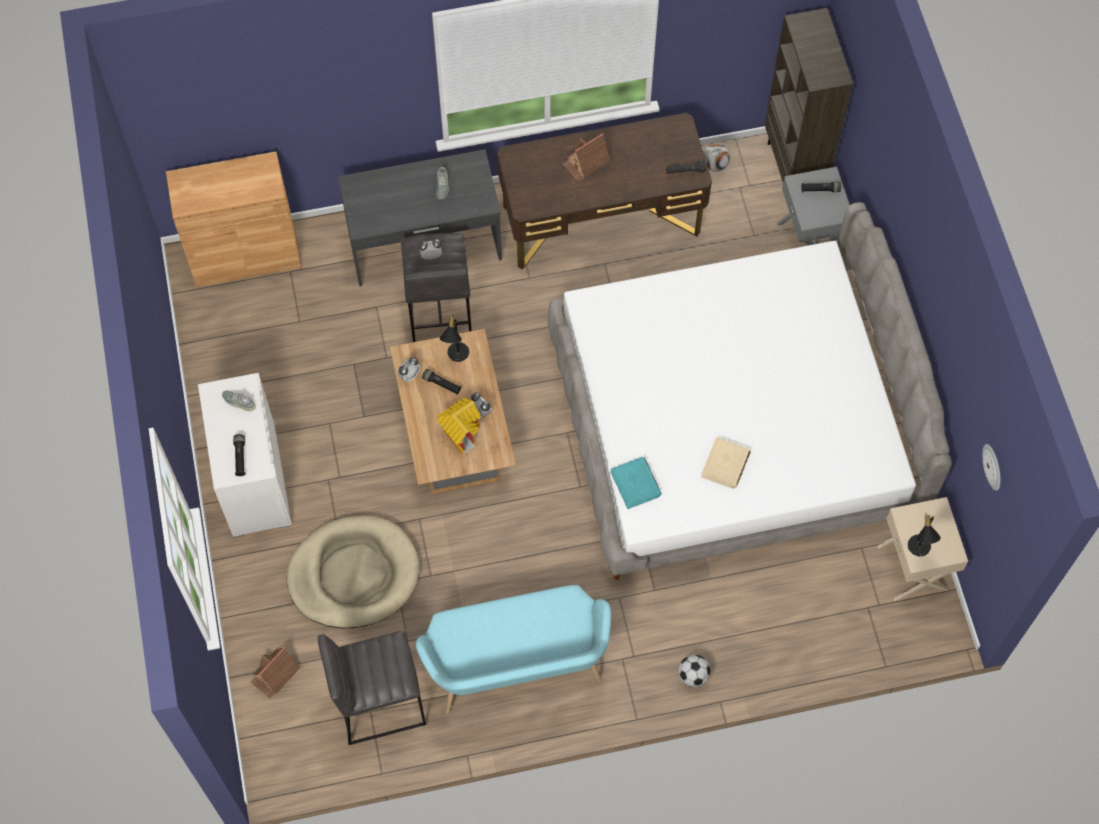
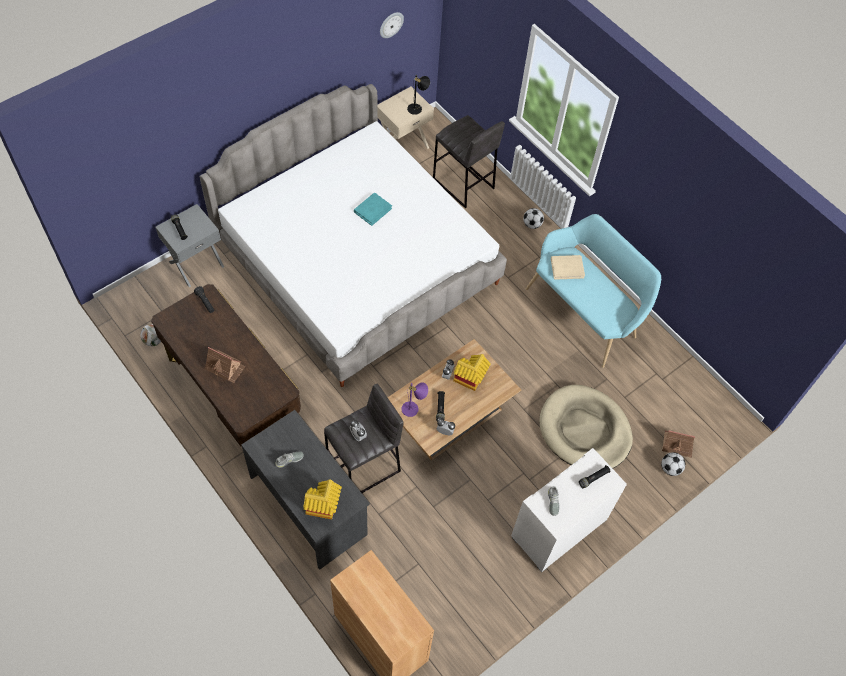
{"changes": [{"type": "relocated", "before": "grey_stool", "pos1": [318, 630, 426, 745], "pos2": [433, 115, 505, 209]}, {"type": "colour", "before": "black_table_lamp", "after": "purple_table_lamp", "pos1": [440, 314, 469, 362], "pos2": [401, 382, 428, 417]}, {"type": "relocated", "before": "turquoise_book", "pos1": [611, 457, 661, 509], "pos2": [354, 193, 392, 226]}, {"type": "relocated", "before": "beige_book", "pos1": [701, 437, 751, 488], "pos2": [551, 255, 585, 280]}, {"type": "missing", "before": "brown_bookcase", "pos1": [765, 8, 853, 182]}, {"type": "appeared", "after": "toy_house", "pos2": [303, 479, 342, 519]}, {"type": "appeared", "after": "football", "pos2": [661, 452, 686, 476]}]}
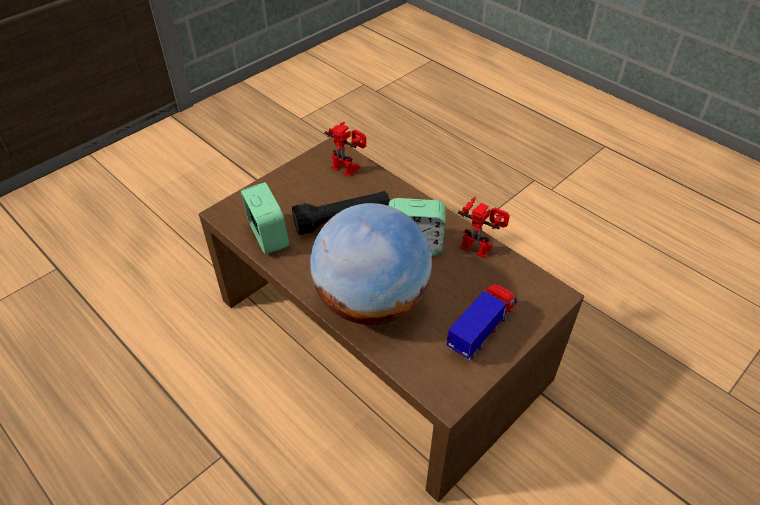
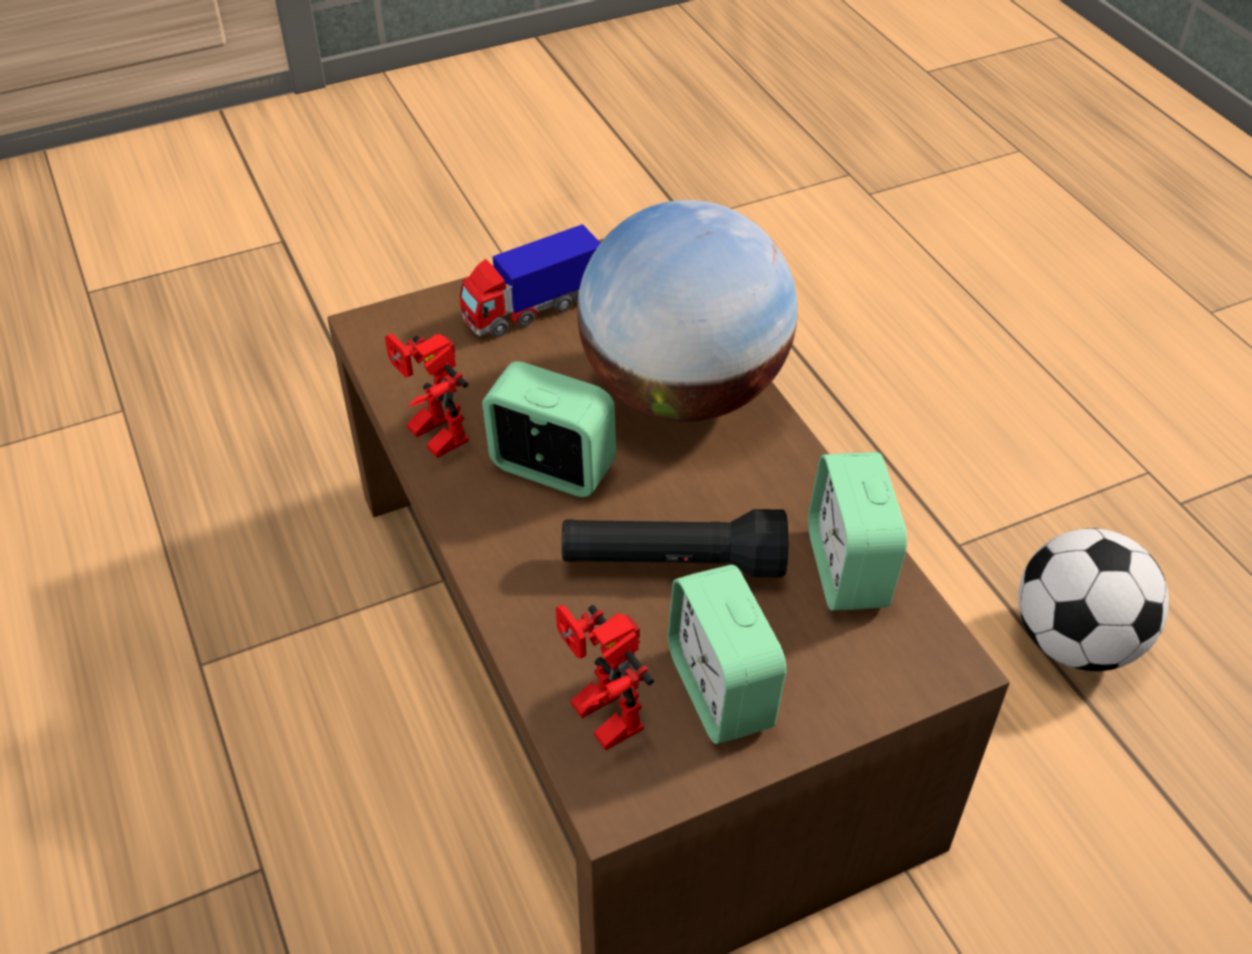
{"changes": [{"type": "appeared", "after": "alarm_clock", "pos2": [668, 565, 786, 744]}, {"type": "appeared", "after": "football", "pos2": [1018, 528, 1169, 671]}]}
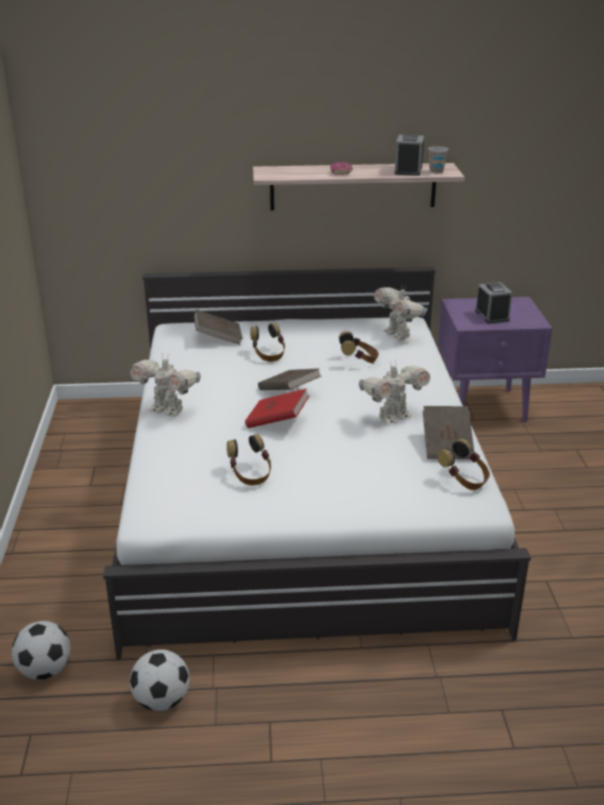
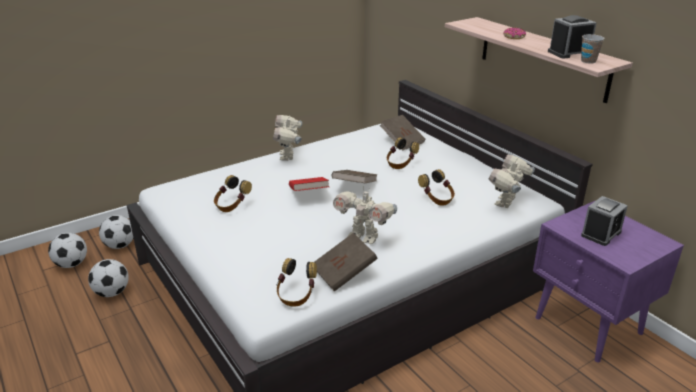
{"changes": [{"type": "appeared", "after": "football", "pos2": [48, 233, 87, 268]}]}
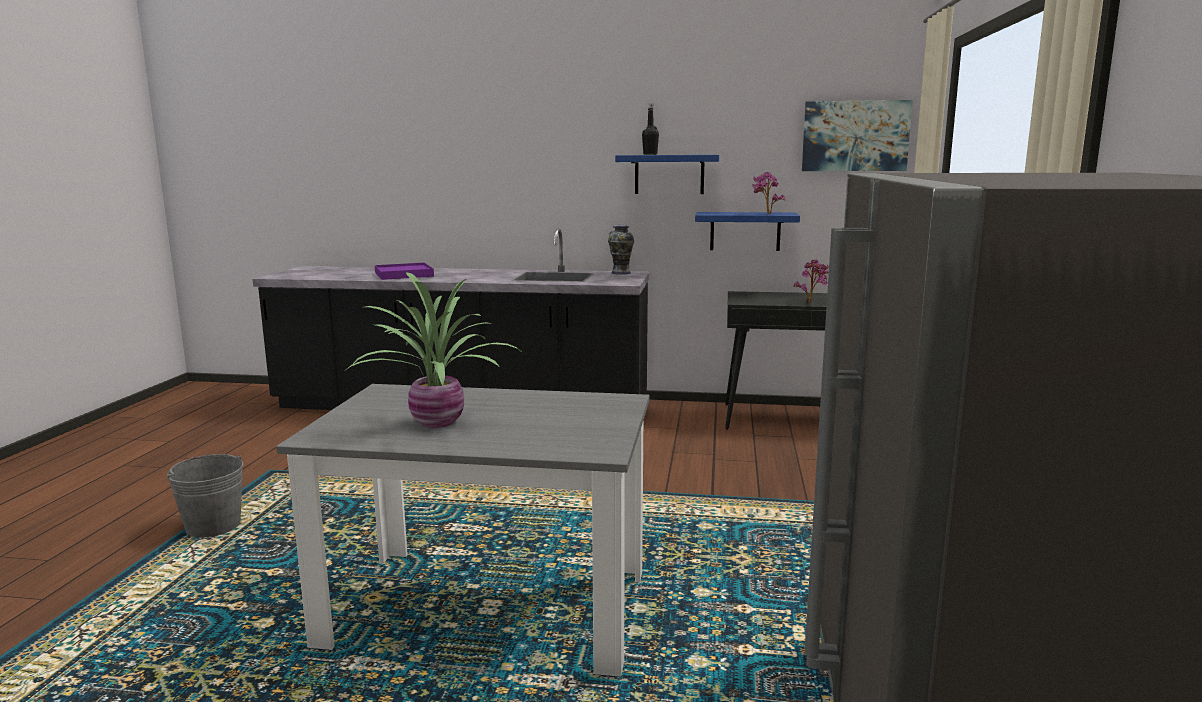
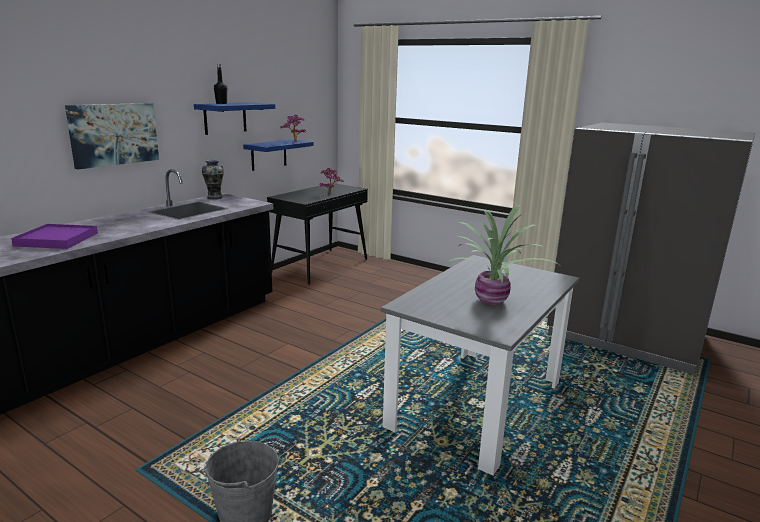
{"changes": [{"type": "relocated", "before": "picture", "pos1": [802, 100, 913, 171], "pos2": [65, 103, 159, 170]}]}
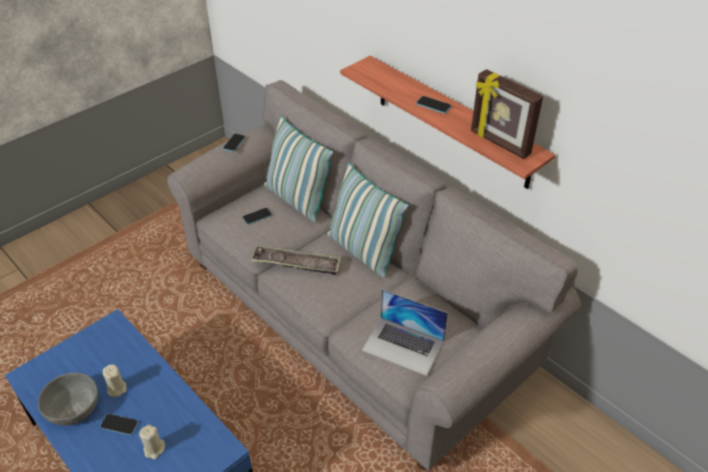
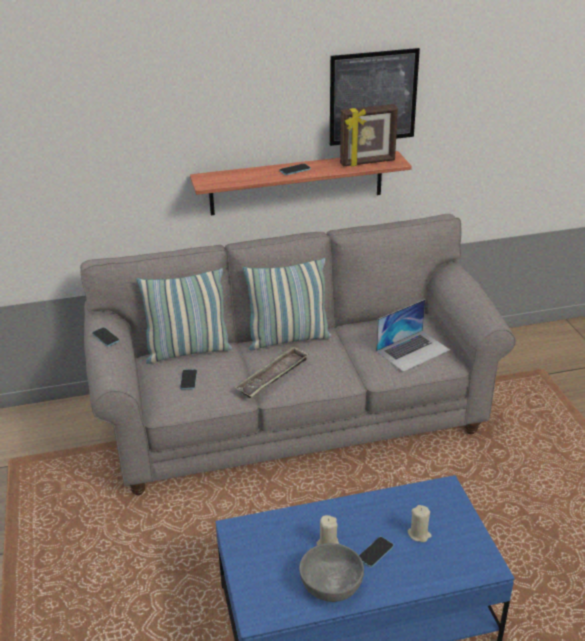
{"changes": [{"type": "appeared", "after": "picture", "pos2": [330, 48, 420, 146]}]}
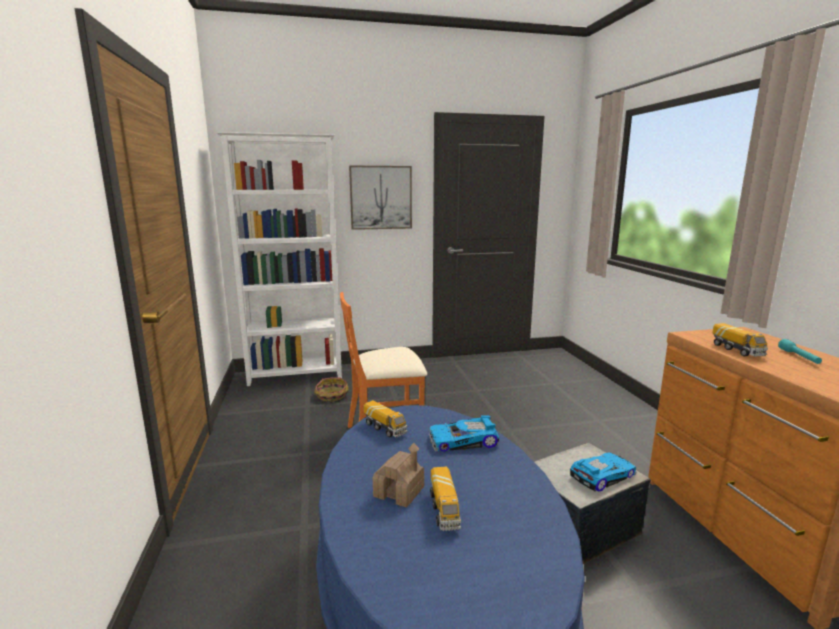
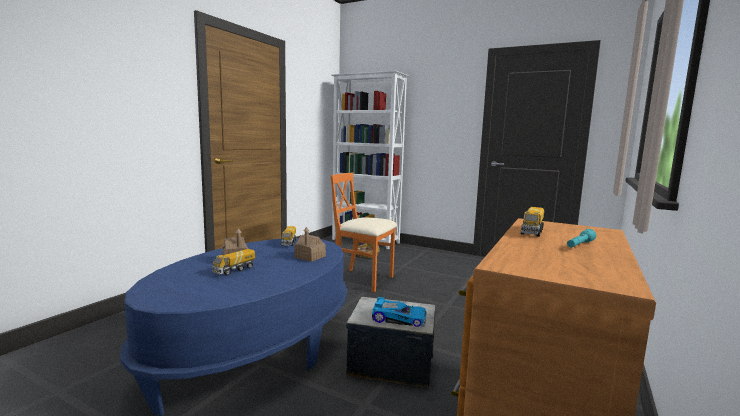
{"changes": [{"type": "missing", "before": "picture", "pos1": [349, 166, 412, 230]}, {"type": "exchanged", "before": "toy_car", "after": "toy_house", "pos1": [429, 415, 499, 452], "pos2": [294, 227, 326, 262]}]}
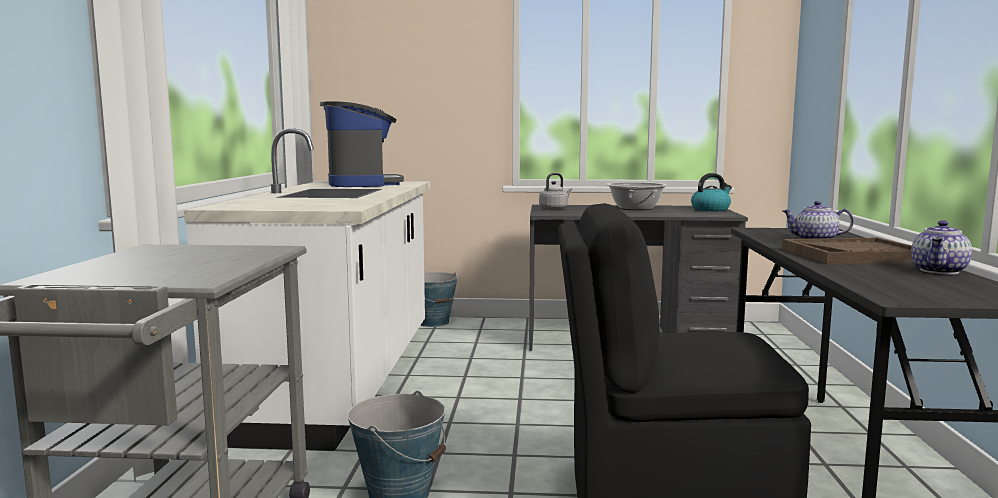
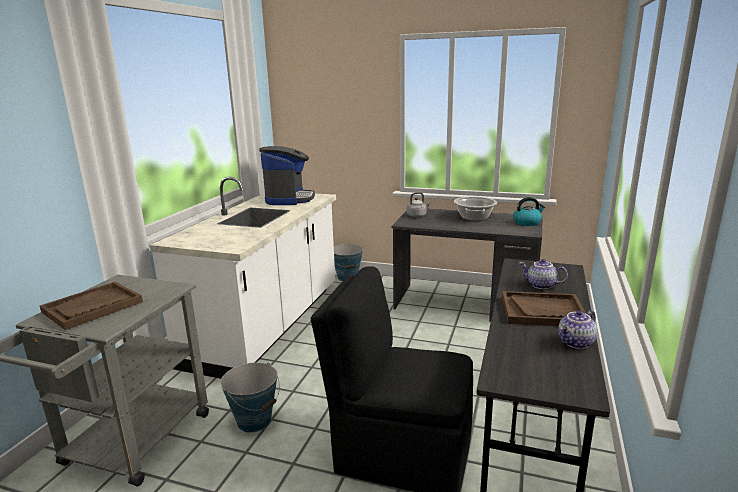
{"changes": [{"type": "appeared", "after": "brown_tray", "pos2": [40, 282, 143, 330]}]}
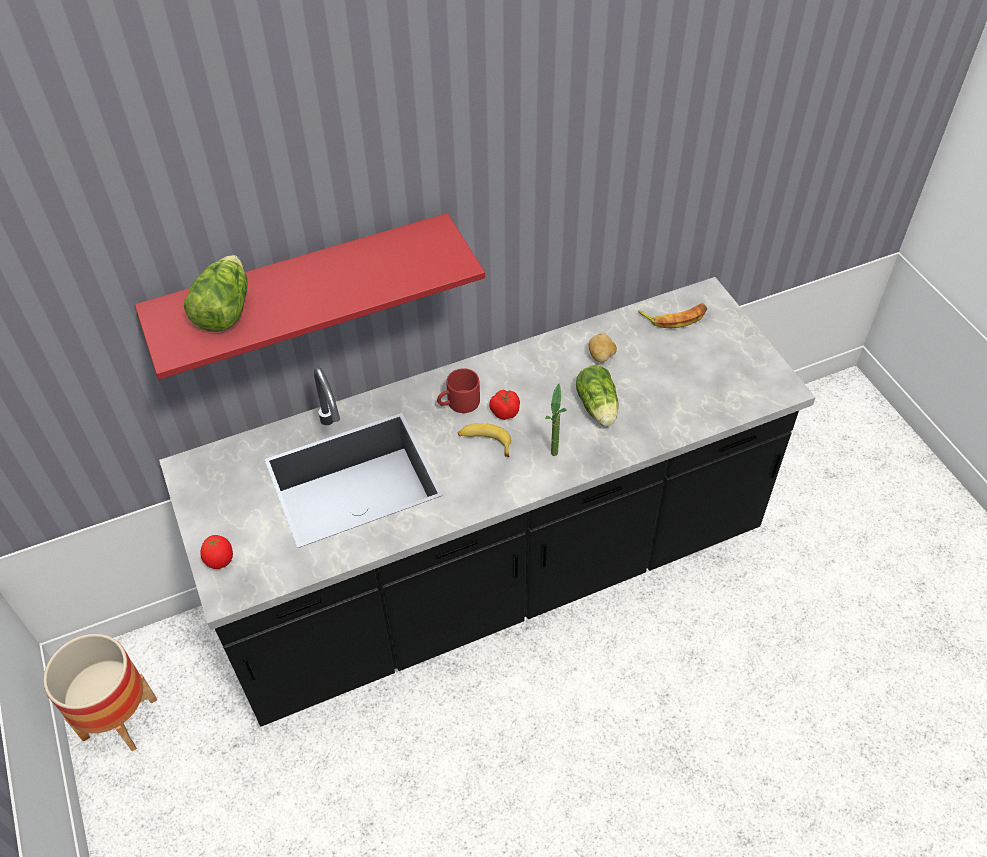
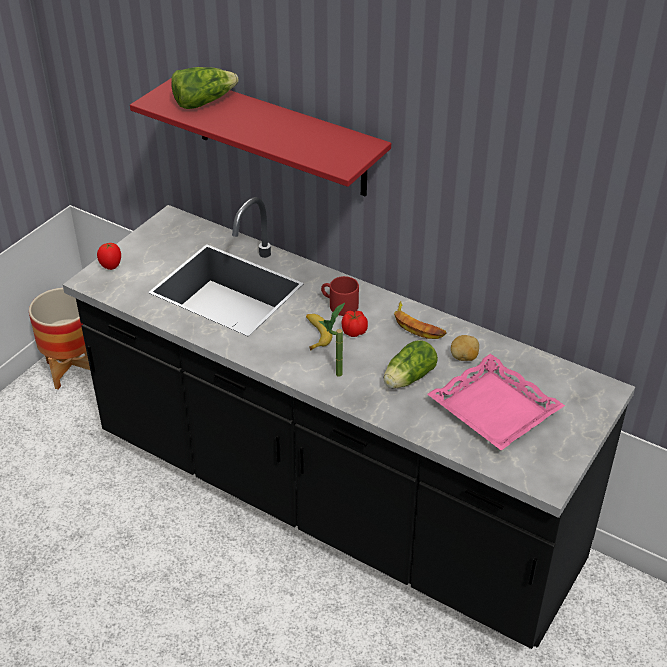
{"changes": [{"type": "relocated", "before": "banana", "pos1": [638, 303, 707, 328], "pos2": [394, 301, 446, 339]}, {"type": "appeared", "after": "pink_tray", "pos2": [427, 354, 565, 450]}]}
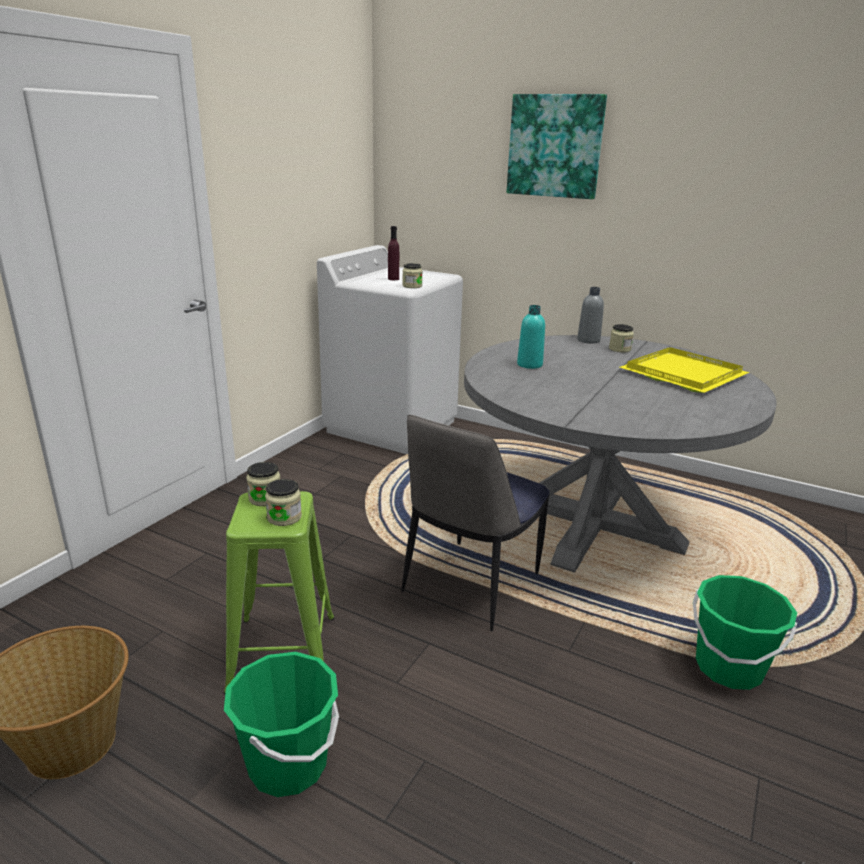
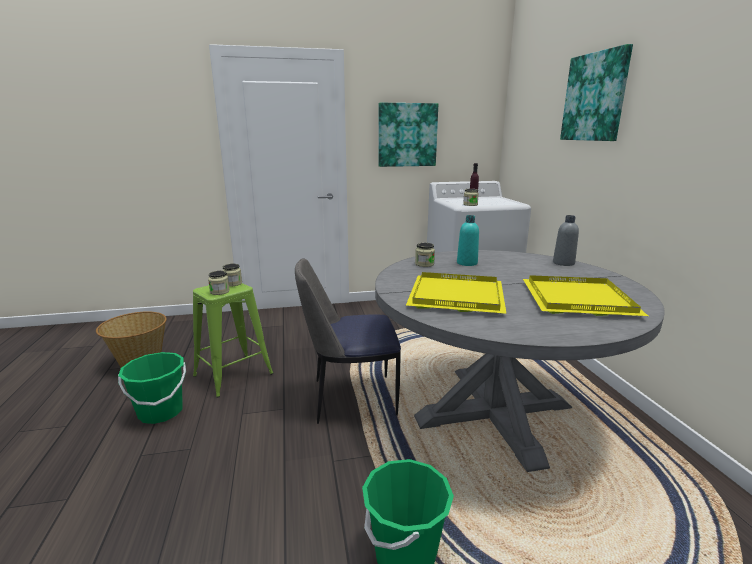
{"changes": [{"type": "relocated", "before": "jar", "pos1": [609, 324, 634, 352], "pos2": [415, 243, 435, 267]}, {"type": "appeared", "after": "picture", "pos2": [378, 103, 438, 167]}, {"type": "appeared", "after": "yellow_tray", "pos2": [406, 272, 507, 314]}]}
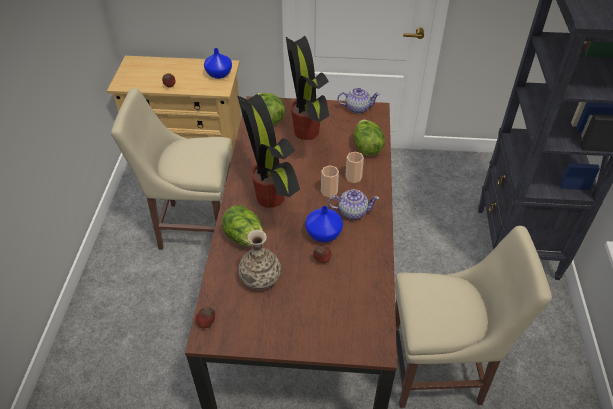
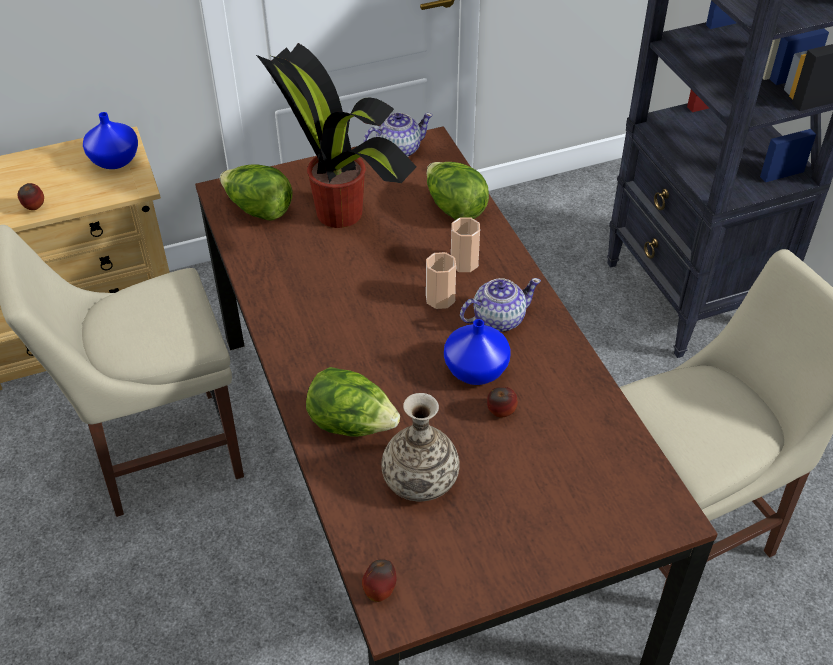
{"changes": [{"type": "missing", "before": "potted_plant", "pos1": [237, 94, 300, 208]}]}
